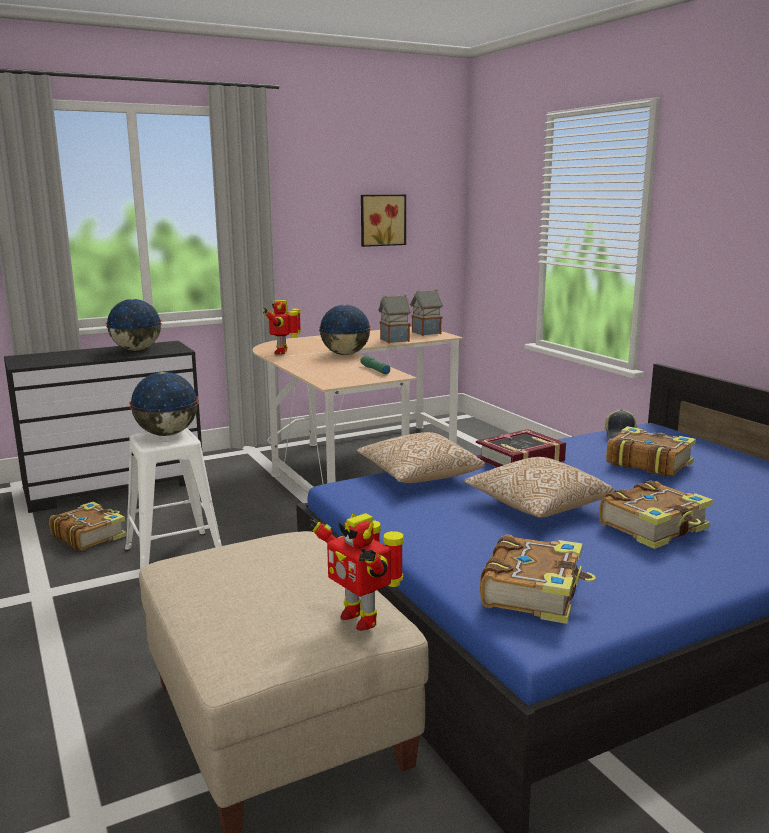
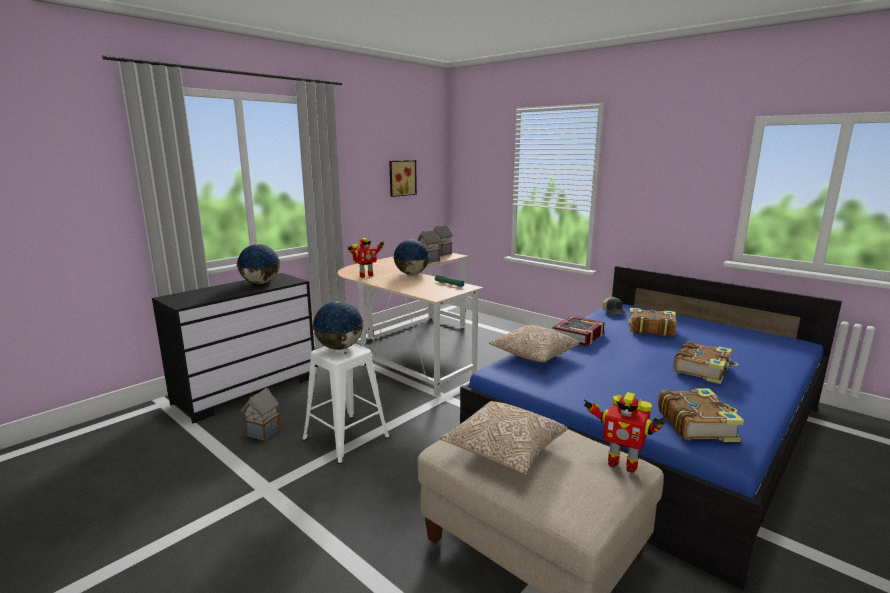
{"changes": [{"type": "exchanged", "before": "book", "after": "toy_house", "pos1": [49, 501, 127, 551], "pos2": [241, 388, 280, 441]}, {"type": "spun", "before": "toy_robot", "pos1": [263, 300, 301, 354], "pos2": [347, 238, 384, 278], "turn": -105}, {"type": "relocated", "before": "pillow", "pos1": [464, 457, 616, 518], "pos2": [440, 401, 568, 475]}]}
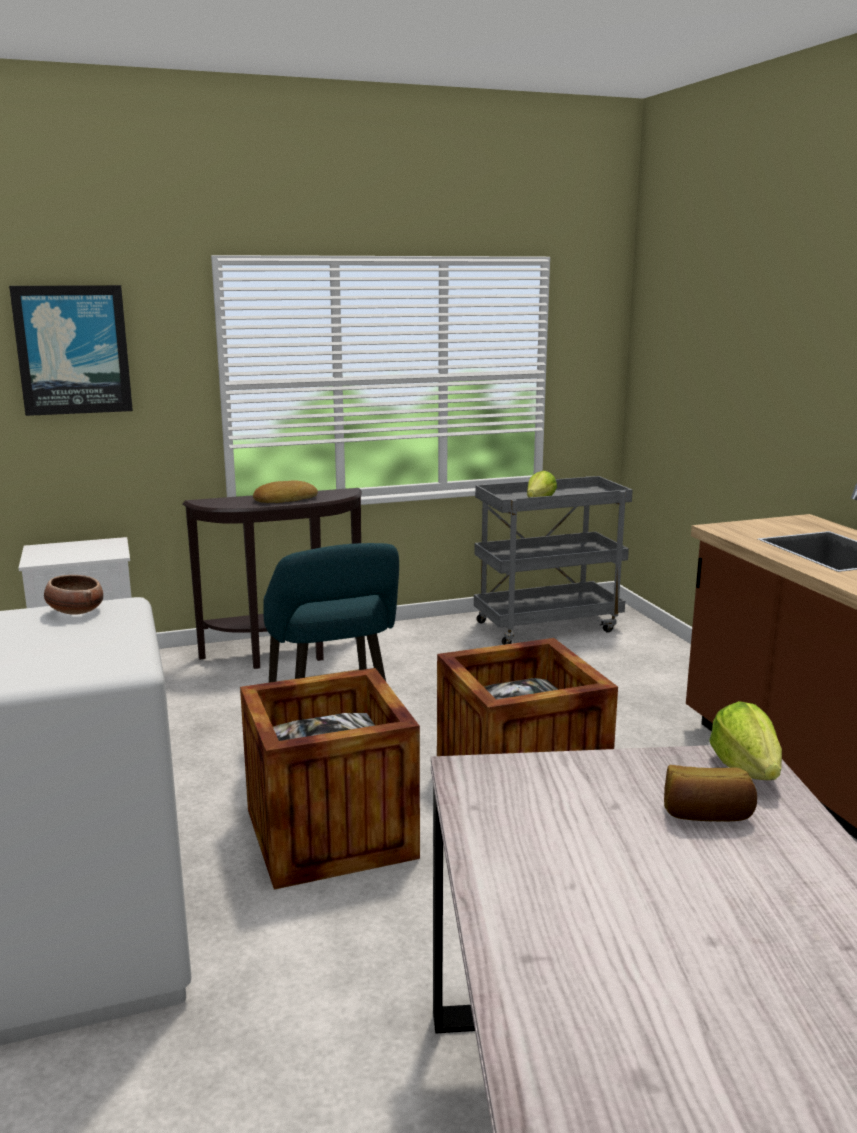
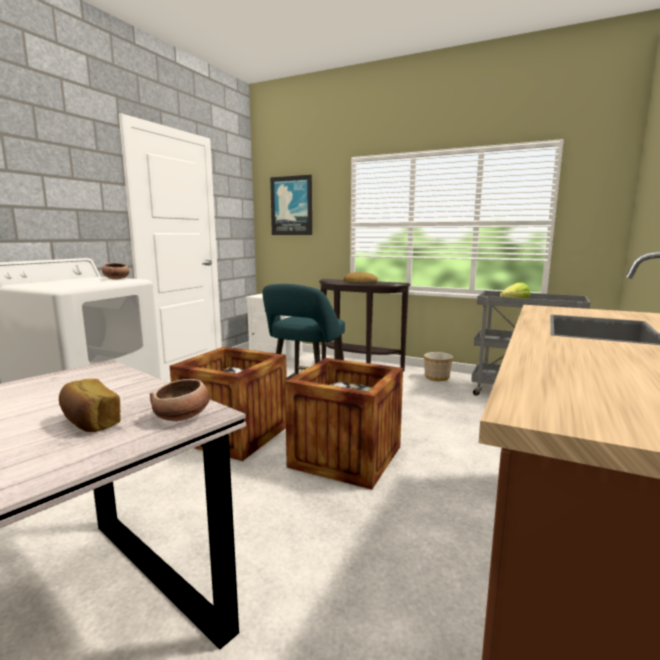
{"changes": [{"type": "exchanged", "before": "lettuce", "after": "bowl", "pos1": [709, 701, 782, 780], "pos2": [150, 379, 210, 421]}, {"type": "appeared", "after": "planter", "pos2": [424, 352, 453, 381]}]}
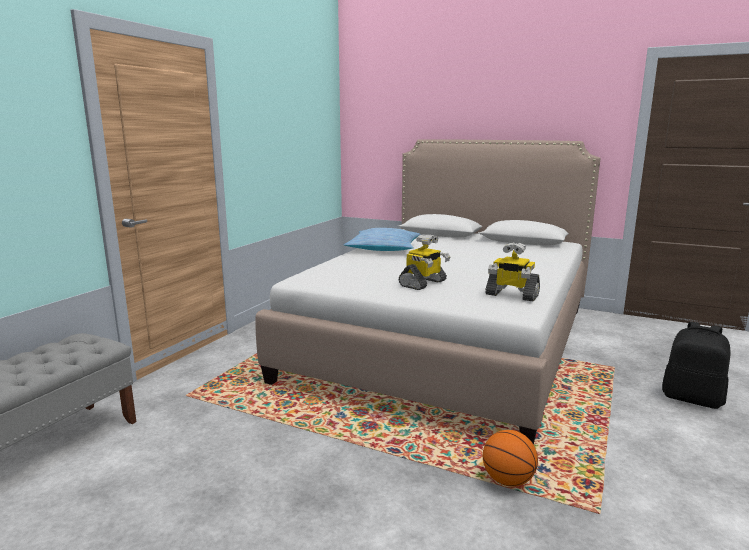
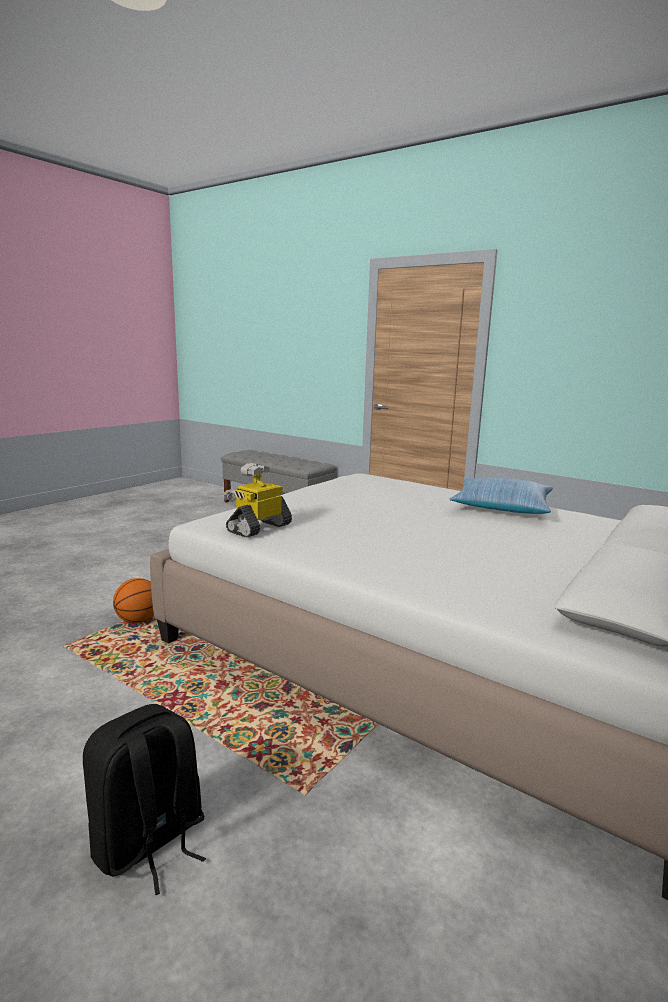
{"changes": [{"type": "missing", "before": "toy_robot", "pos1": [399, 234, 450, 290]}]}
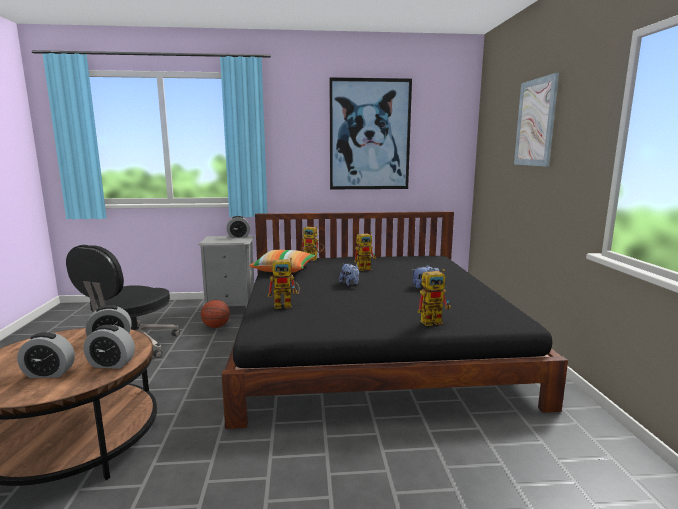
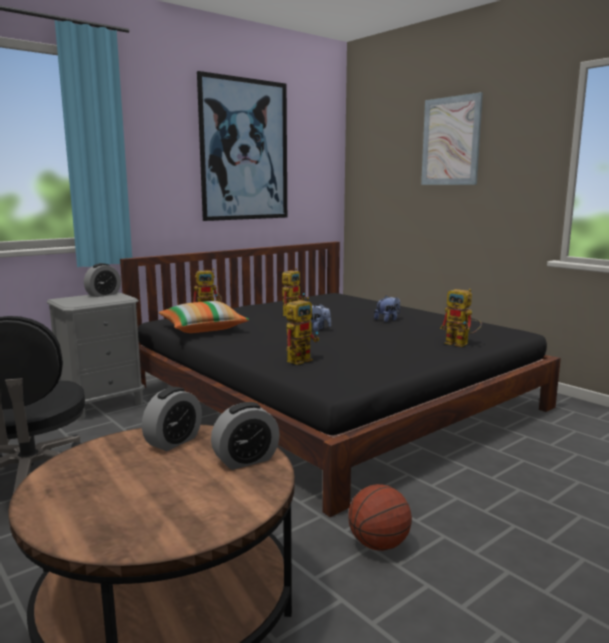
{"changes": [{"type": "missing", "before": "alarm_clock", "pos1": [17, 332, 75, 378]}, {"type": "relocated", "before": "basketball", "pos1": [201, 300, 230, 328], "pos2": [348, 484, 412, 551]}, {"type": "spun", "before": "toy_robot", "pos1": [418, 269, 451, 326], "pos2": [440, 289, 482, 347], "turn": 90}]}
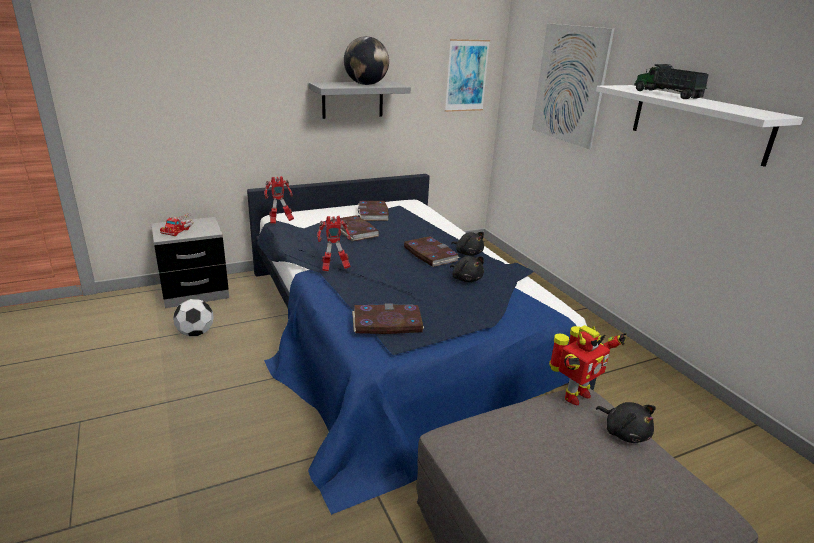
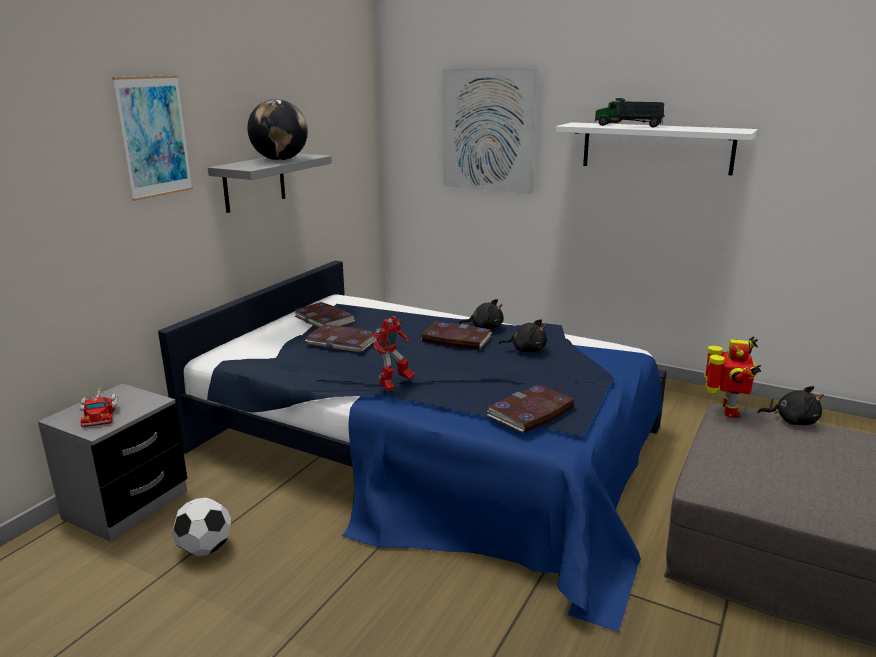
{"changes": [{"type": "missing", "before": "toy_robot", "pos1": [264, 176, 294, 224]}, {"type": "relocated", "before": "picture", "pos1": [445, 39, 490, 112], "pos2": [112, 75, 193, 201]}]}
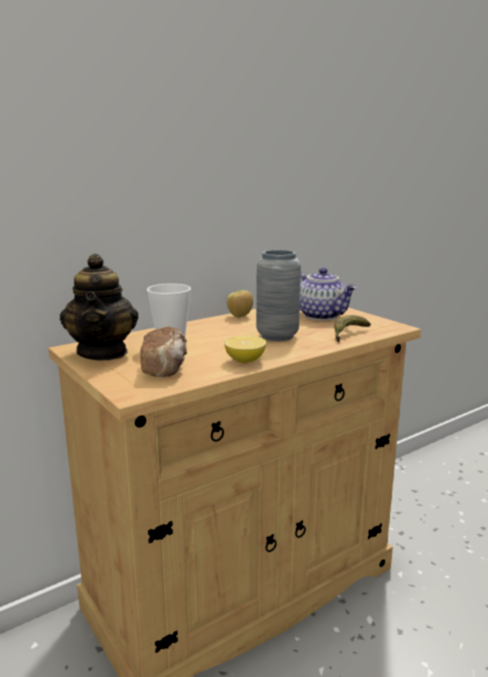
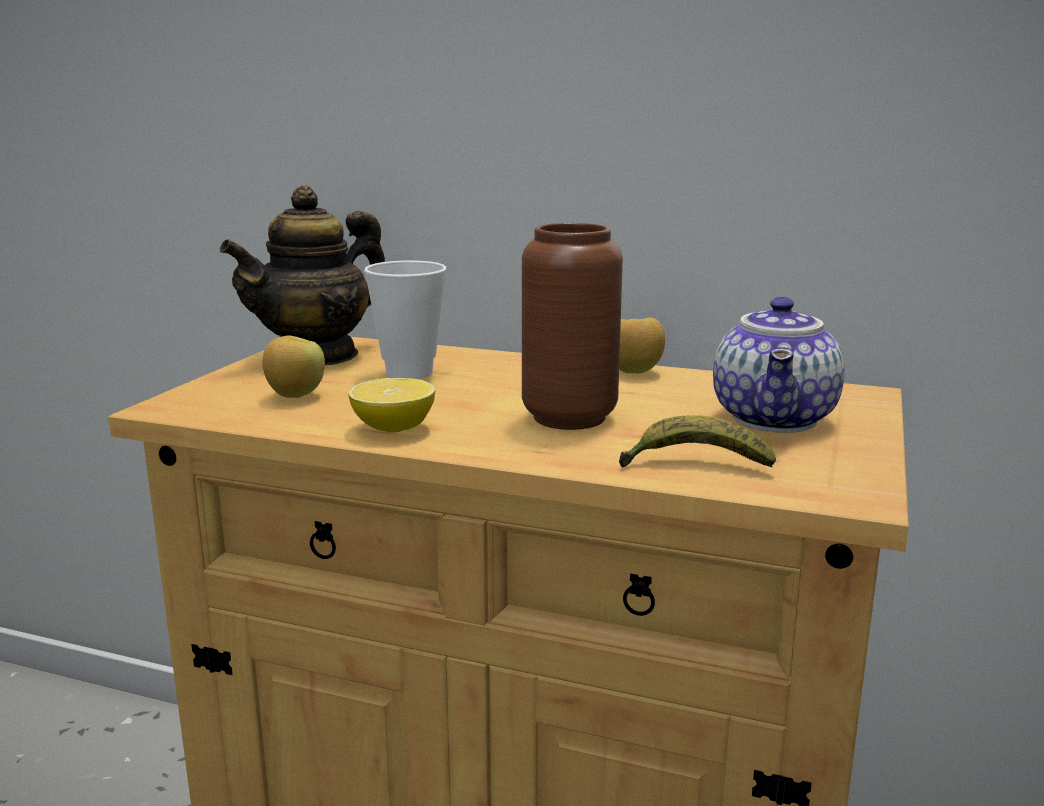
{"changes": [{"type": "exchanged", "before": "bread", "after": "apple", "pos1": [140, 327, 187, 377], "pos2": [262, 335, 325, 398]}, {"type": "colour", "before": "grey_vase", "after": "brown_vase", "pos1": [256, 250, 301, 341], "pos2": [522, 223, 623, 430]}]}
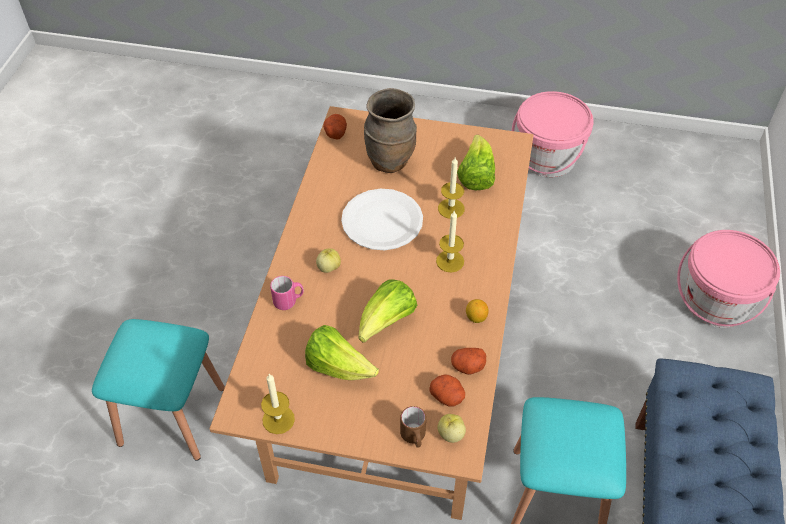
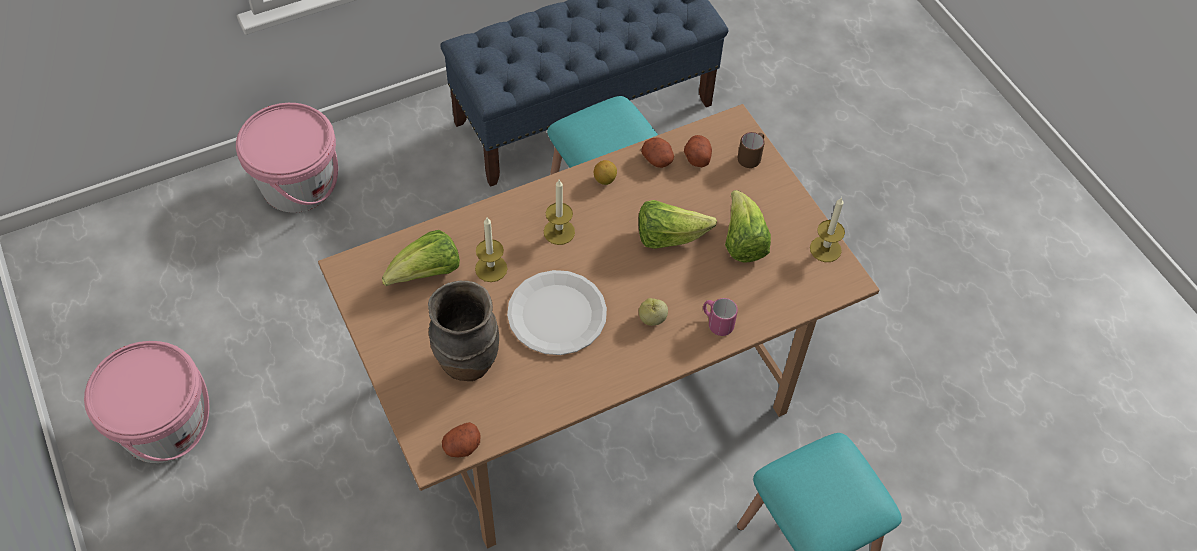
{"changes": [{"type": "missing", "before": "apple", "pos1": [437, 414, 466, 443]}]}
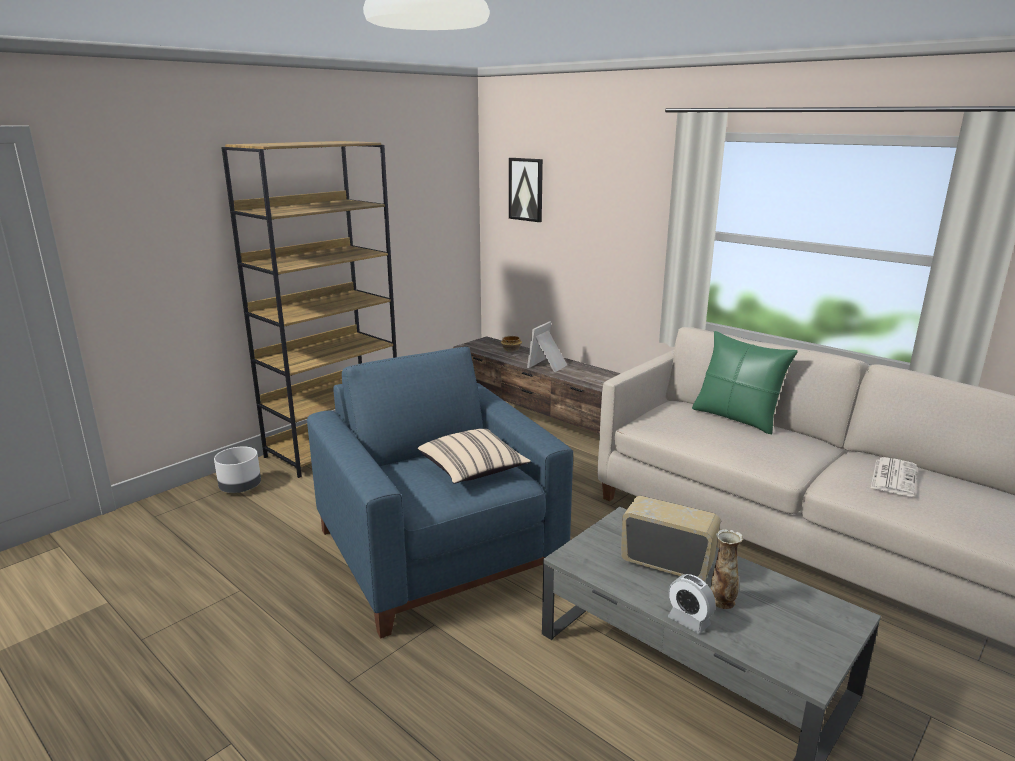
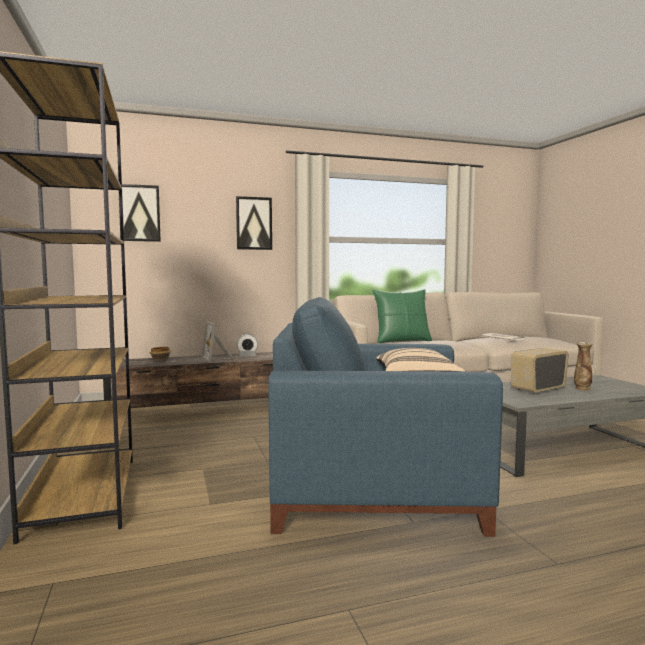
{"changes": [{"type": "missing", "before": "grey_planter", "pos1": [214, 446, 261, 493]}, {"type": "relocated", "before": "alarm_clock", "pos1": [668, 574, 716, 634], "pos2": [237, 334, 258, 357]}, {"type": "appeared", "after": "picture", "pos2": [236, 196, 272, 250]}]}
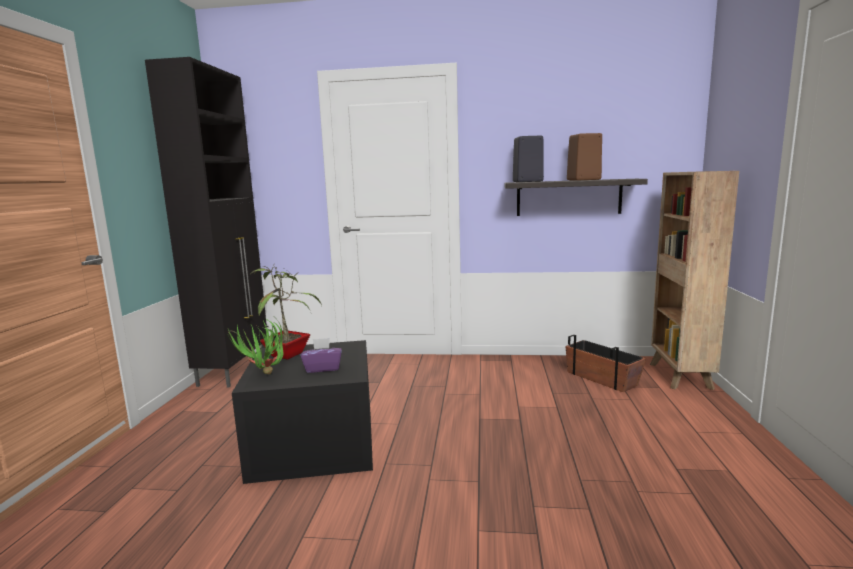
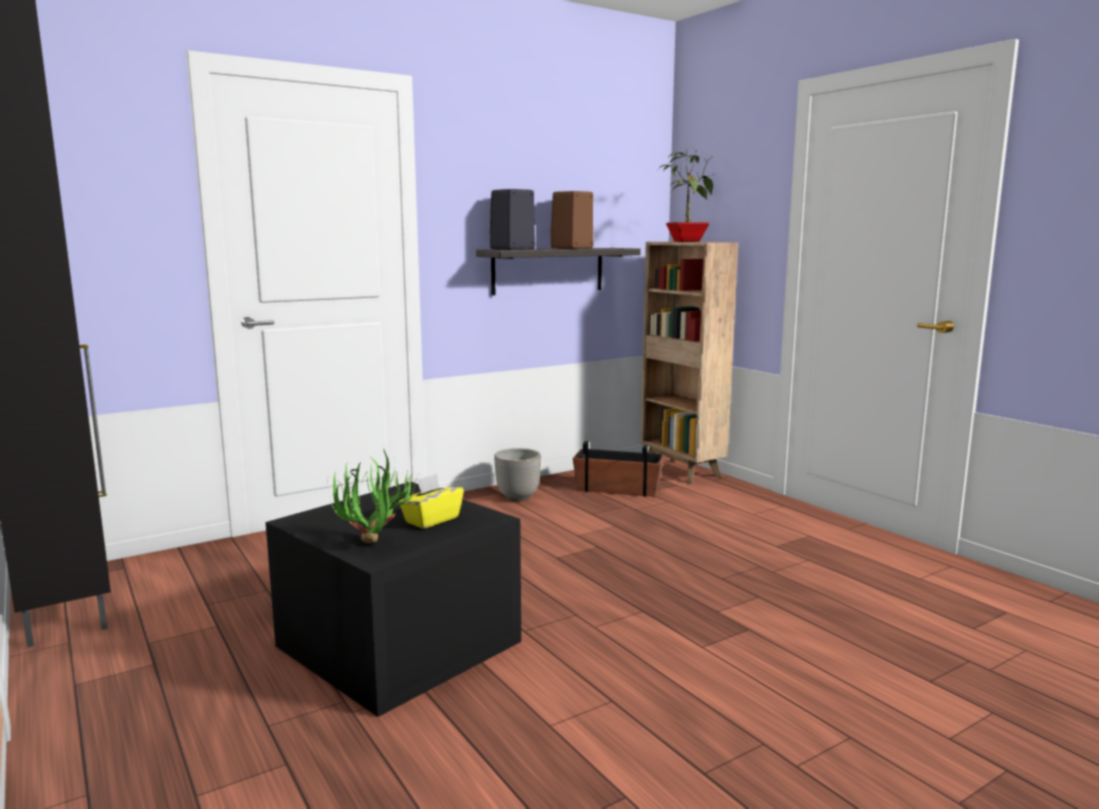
{"changes": [{"type": "relocated", "before": "potted_plant", "pos1": [251, 264, 322, 360], "pos2": [658, 149, 716, 242]}, {"type": "colour", "before": "purple_tissue_box", "after": "yellow_tissue_box", "pos1": [301, 338, 342, 373], "pos2": [399, 474, 464, 529]}, {"type": "appeared", "after": "planter", "pos2": [494, 448, 541, 501]}]}
